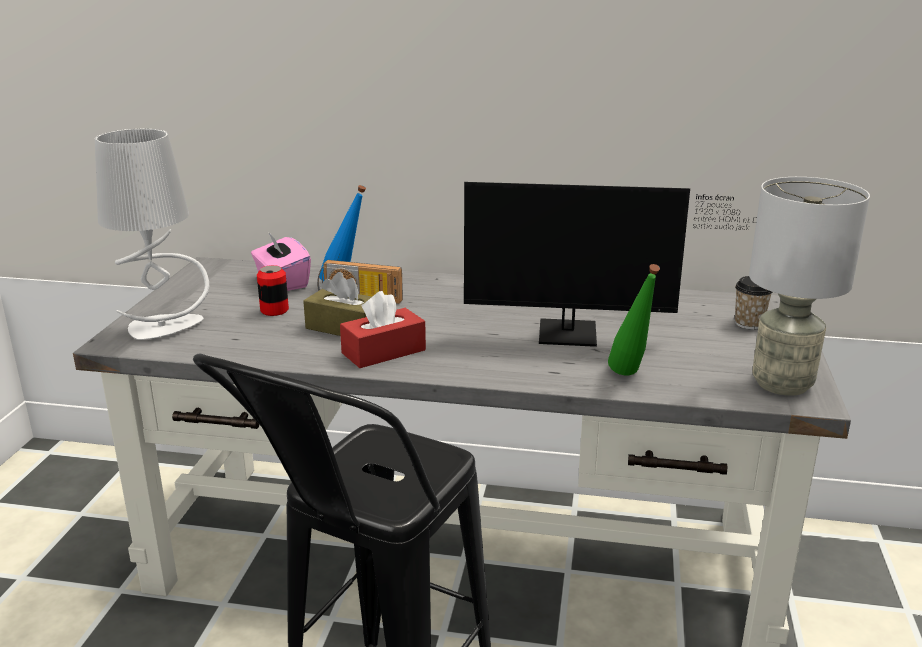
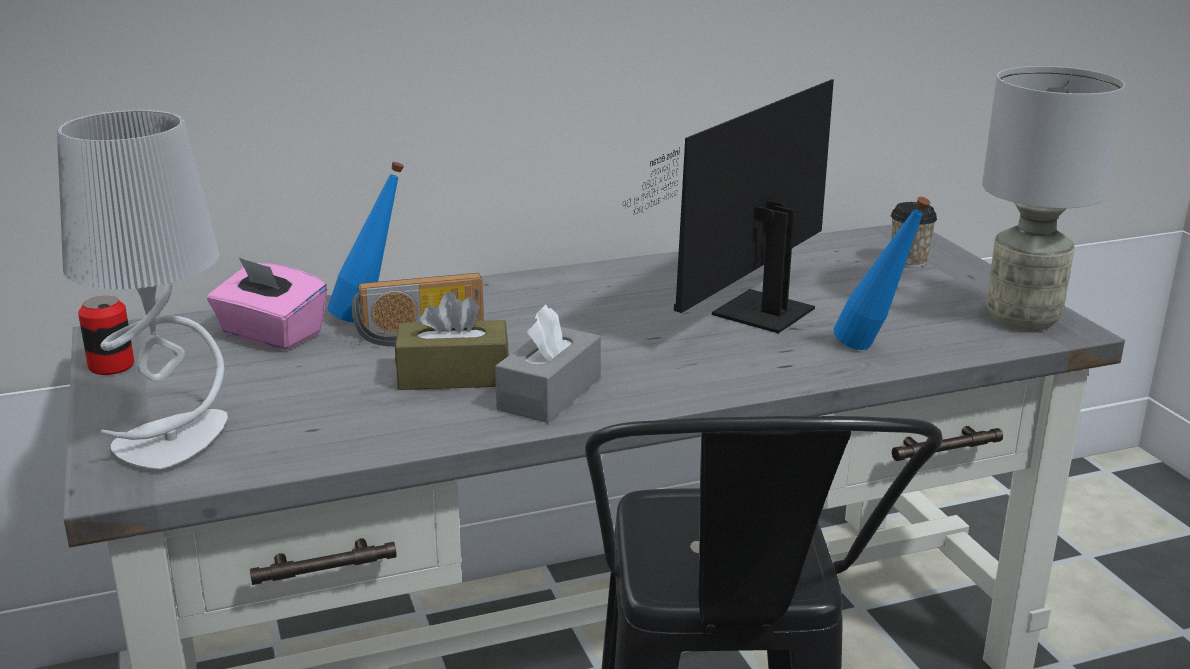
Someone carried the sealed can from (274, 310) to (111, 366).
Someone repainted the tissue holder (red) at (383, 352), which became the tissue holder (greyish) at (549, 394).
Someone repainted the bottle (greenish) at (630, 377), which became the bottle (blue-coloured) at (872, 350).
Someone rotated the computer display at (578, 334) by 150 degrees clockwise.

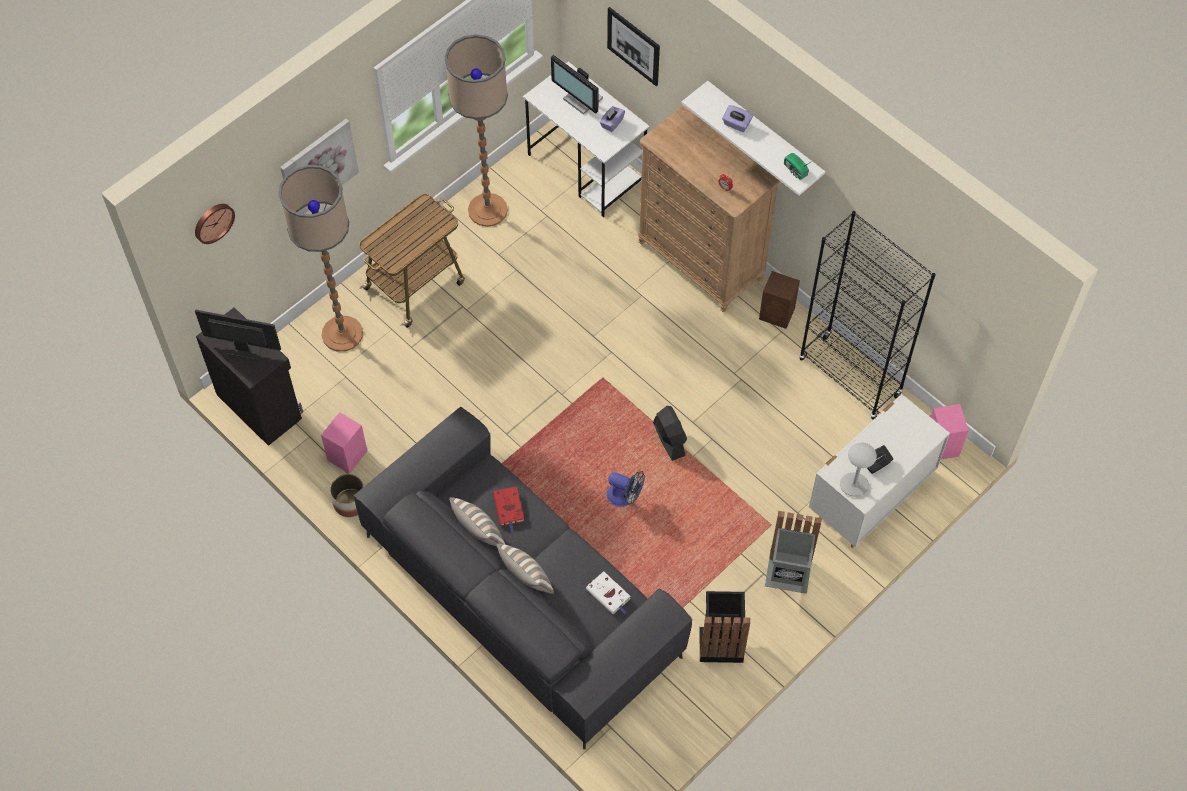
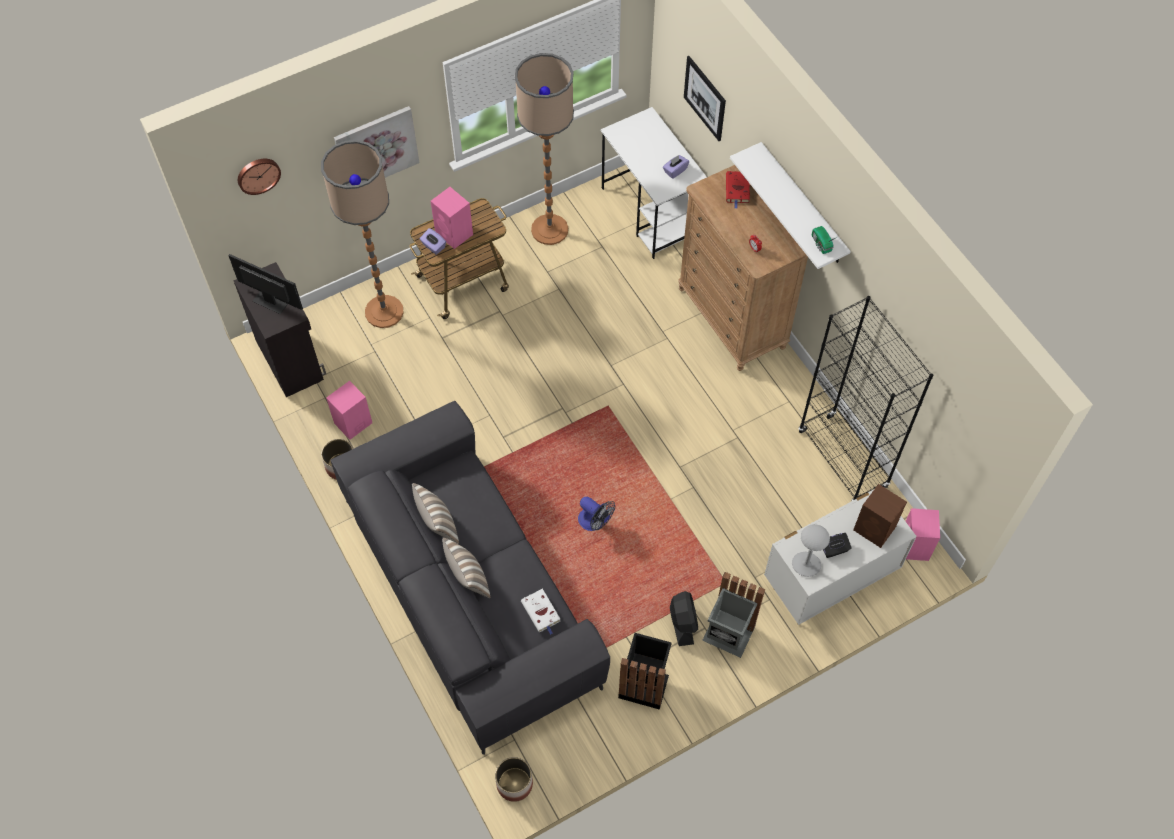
Someone took away the computer display at (582, 100).
Someone put down the loudspeaker (pinkish) at (454, 234).
Someone put down the plant pot at (514, 783).
Someone carried the book (red) from (509, 509) to (737, 190).
Someone carried the fan (blackish) from (669, 439) to (682, 623).
Someone carried the tissue holder (purple-coloured) from (736, 124) to (433, 246).
Someone carried the loudspeaker (brownish) from (777, 314) to (875, 529).

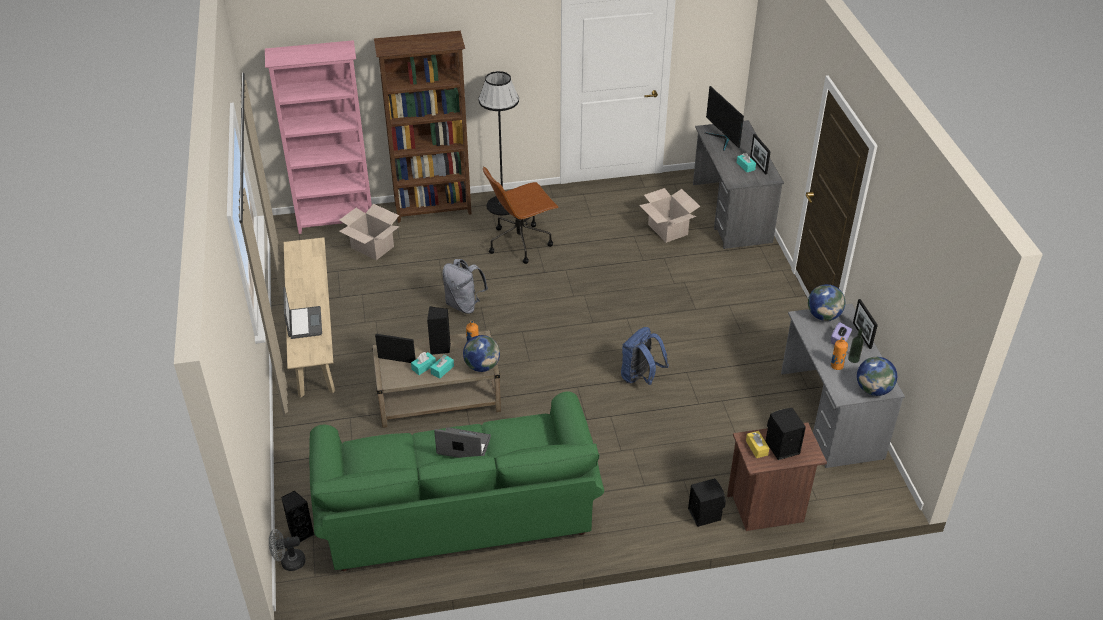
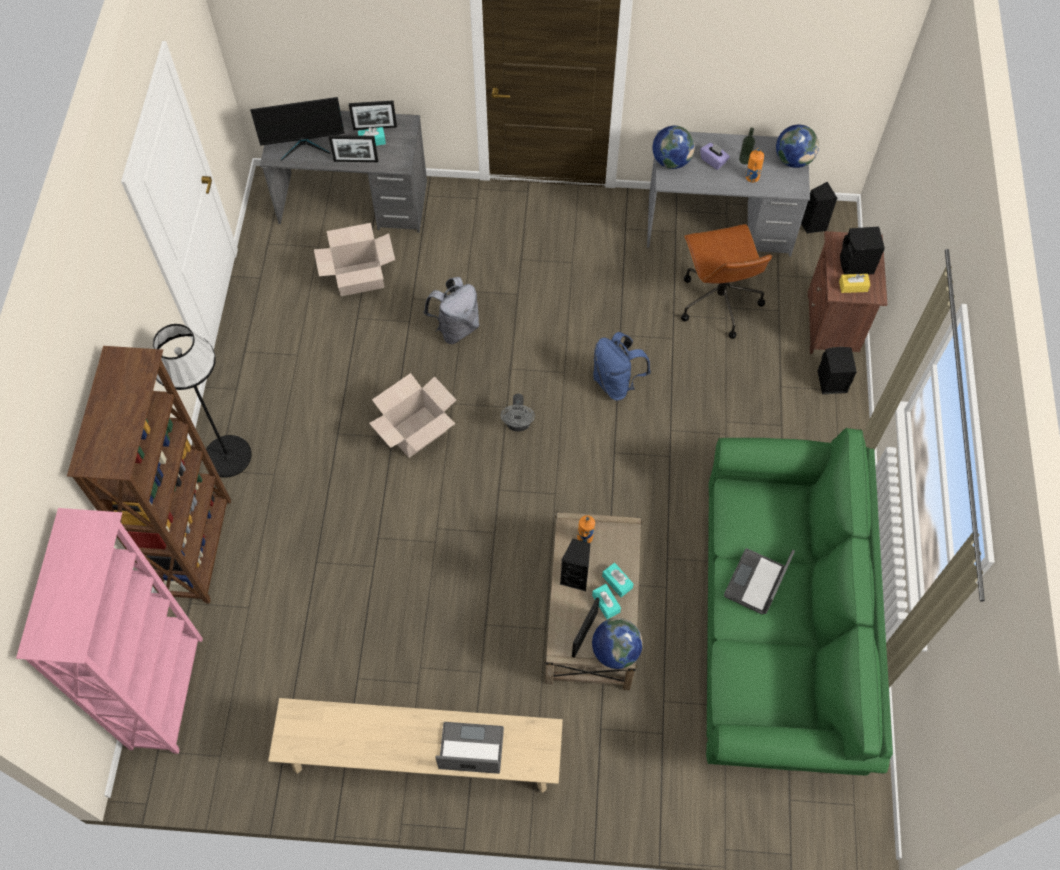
Someone carried the fan (greyish) from (289, 562) to (518, 425).
Someone carried the loudspeaker (blackish) from (300, 533) to (812, 225).
Someone carried the cardboard box from (372, 247) to (416, 431).
Someone carried the rucksack (greyish) from (464, 305) to (456, 328).
Someone carried the globe from (482, 366) to (615, 651).
Someone carried the office chair (brownish) from (520, 242) to (718, 301).
Someone carried the photo frame from (862, 335) to (356, 161).

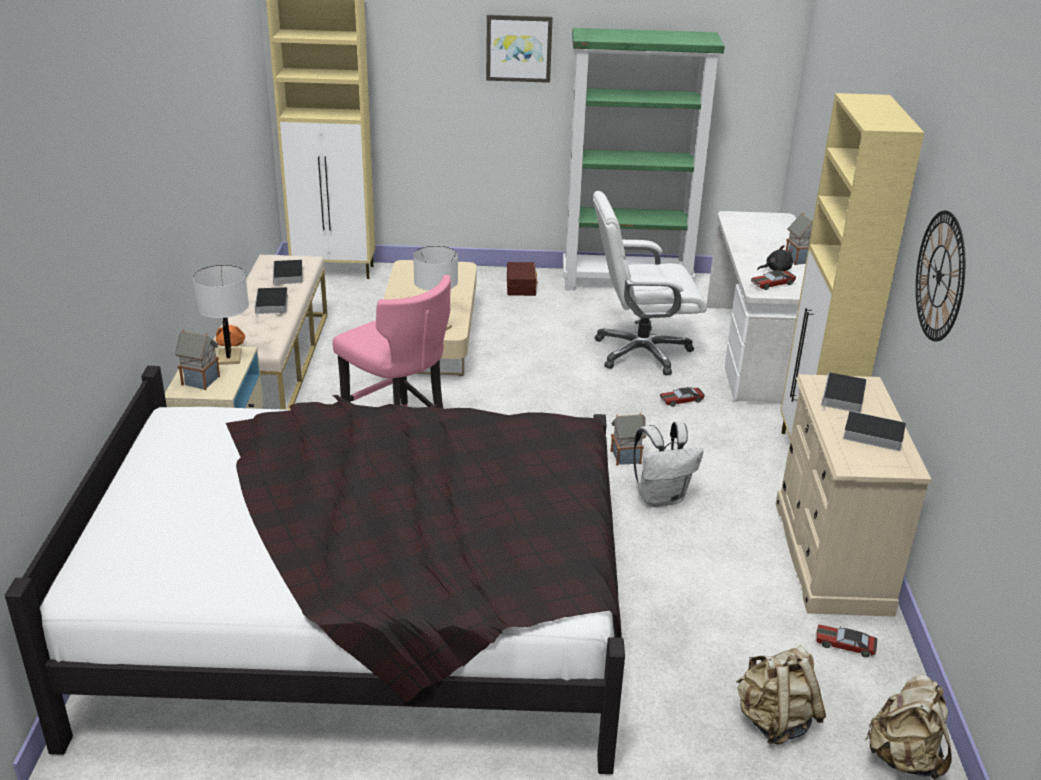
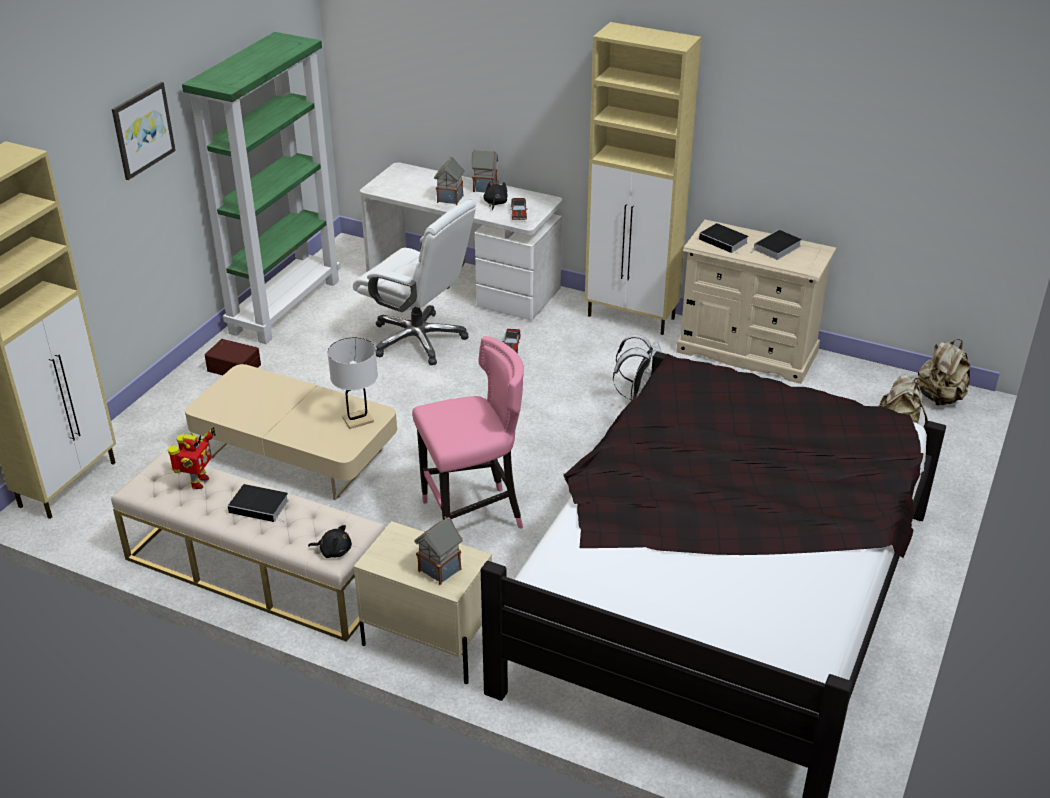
Someone took away the tabletop lamp (white-coloured) at (229, 357).
Someone took away the model car at (844, 645).
Someone took away the clock on the wall at (939, 276).
Someone carried the miniature house from (626, 457) to (450, 198).
Someone swapped the book at (288, 275) for the robot figure at (197, 482).
Someone repainted the soft toy (orange) at (231, 345), which became the soft toy (blackish) at (334, 551).
Someone rotated the office chair (white-coloured) at (640, 352) by 75 degrees counterclockwise.

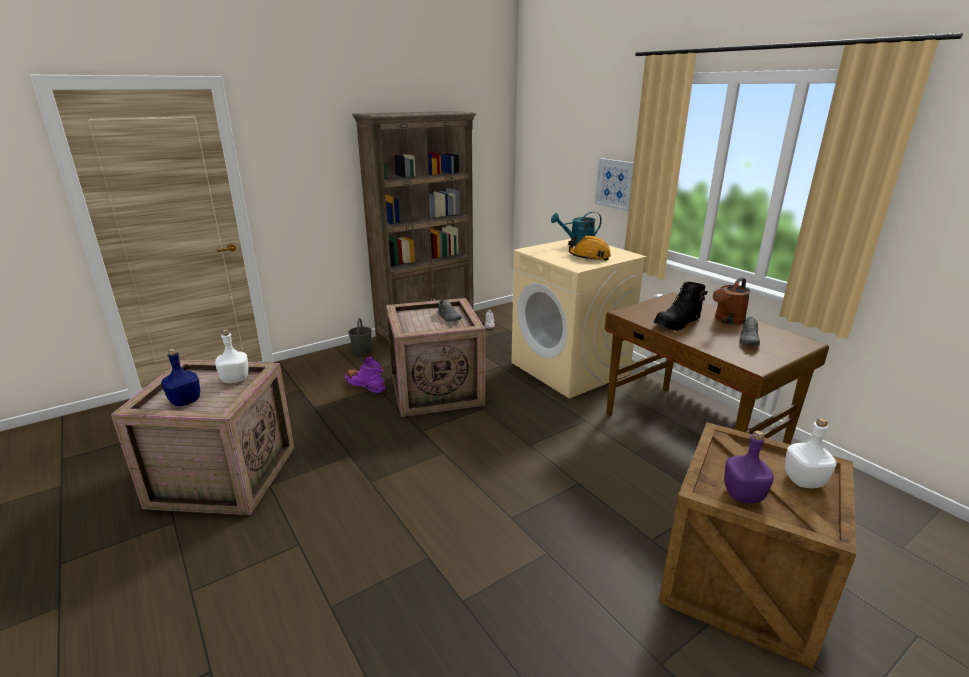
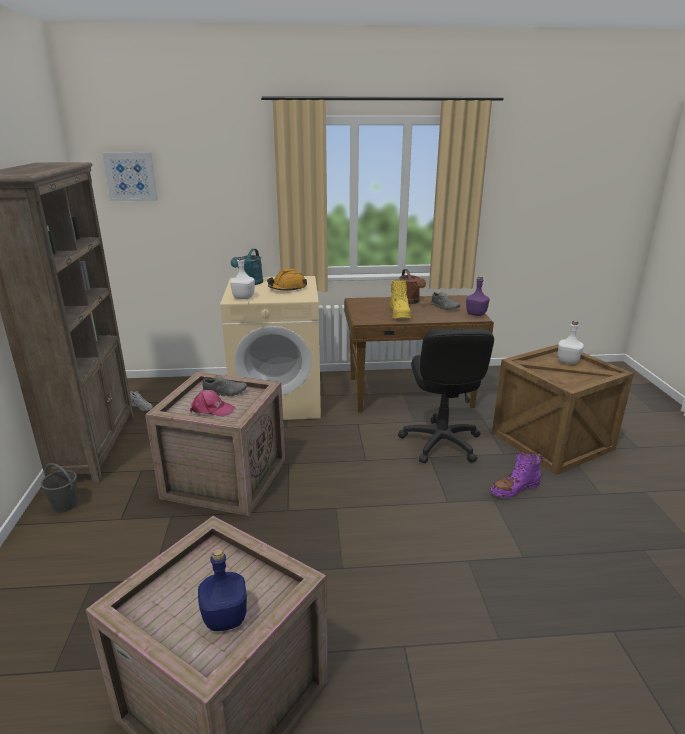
Someone put down the peaked cap (pinkish) at (212, 409).
Someone put down the office chair (blackish) at (440, 443).
Someone carried the bottle (white-coloured) from (236, 379) to (243, 297).
Someone carried the high-top boot (purple-coloured) from (365, 385) to (514, 489).
Someone carried the picture from (615, 184) to (131, 176).
Someone carried the bottle (purple-coloured) from (743, 495) to (476, 314).
Someone repainted the high-top boot (blackish) at (678, 324), which became the high-top boot (yellowish) at (400, 314).

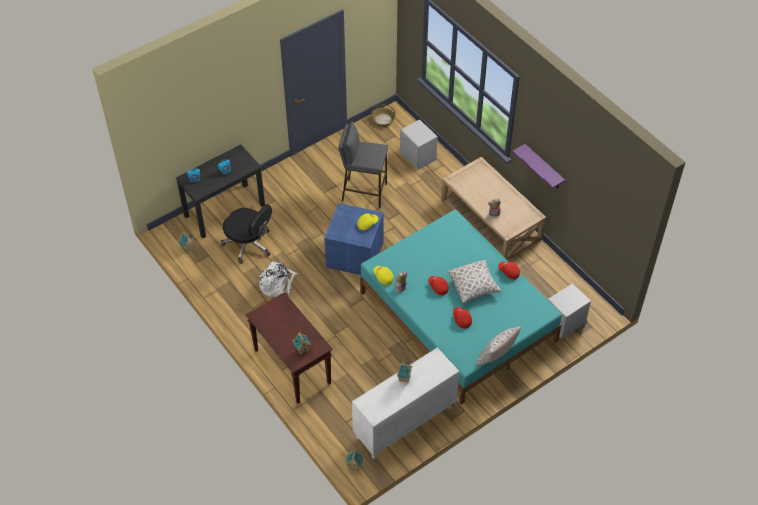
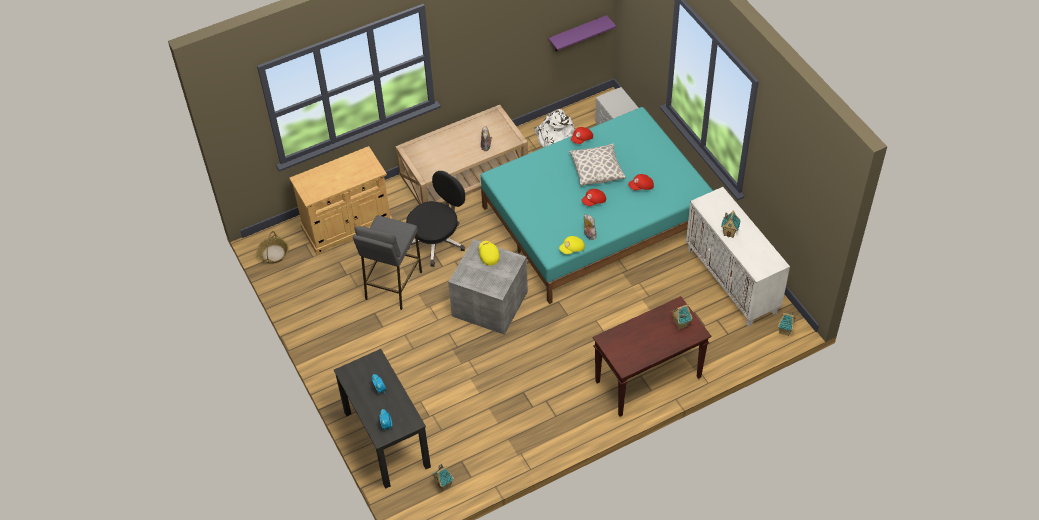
Someone took away the cushion at (496, 357).
Someone carried the office chair (blackish) from (249, 244) to (437, 241).
Someone carried the rucksack (white-coloured) from (277, 284) to (555, 139).
Someone carried the shelf (purple-coloured) from (543, 168) to (577, 34).
Someone swapped the bedside table (greyish) at (418, 156) for the storage cabinet (sand-coloured) at (347, 226).
Someone repainted the storage box (blue-coloured) at (353, 255), which became the storage box (greyish) at (490, 305).

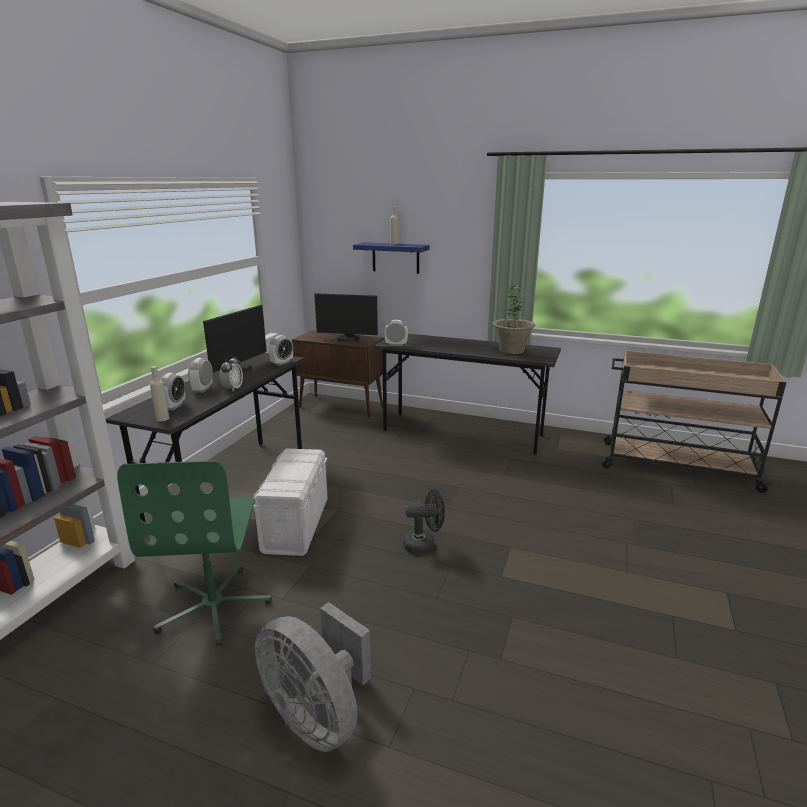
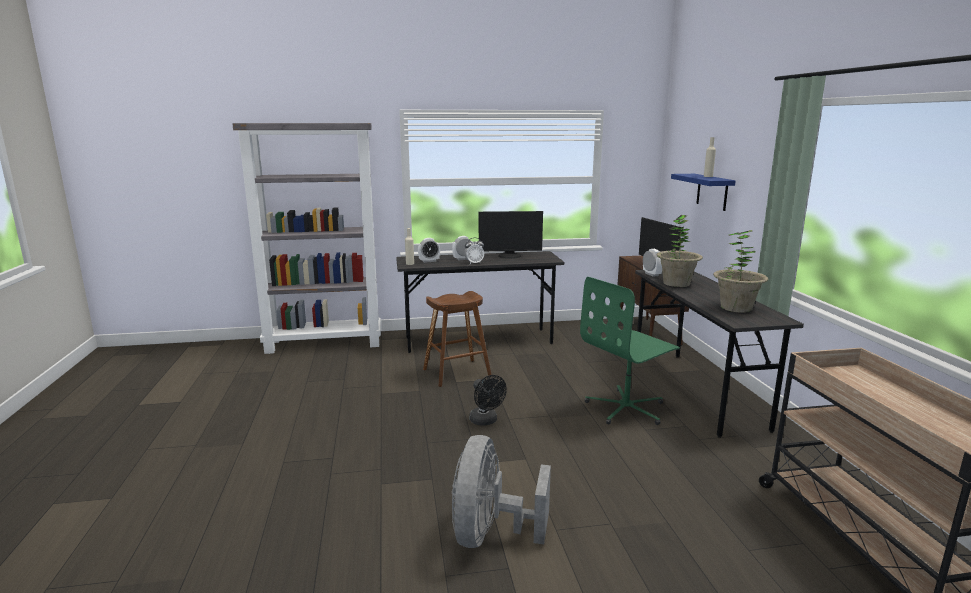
Someone took away the table clock at (282, 363).
Someone put down the plant in a pot at (676, 283).
Someone carried the office chair (greenish) from (214, 606) to (626, 408).
Someone carried the fan (greyish) from (317, 716) to (490, 534).
Someone swapped the storage box (white-coloured) at (295, 526) for the sitting stool (brownish) at (457, 373).

